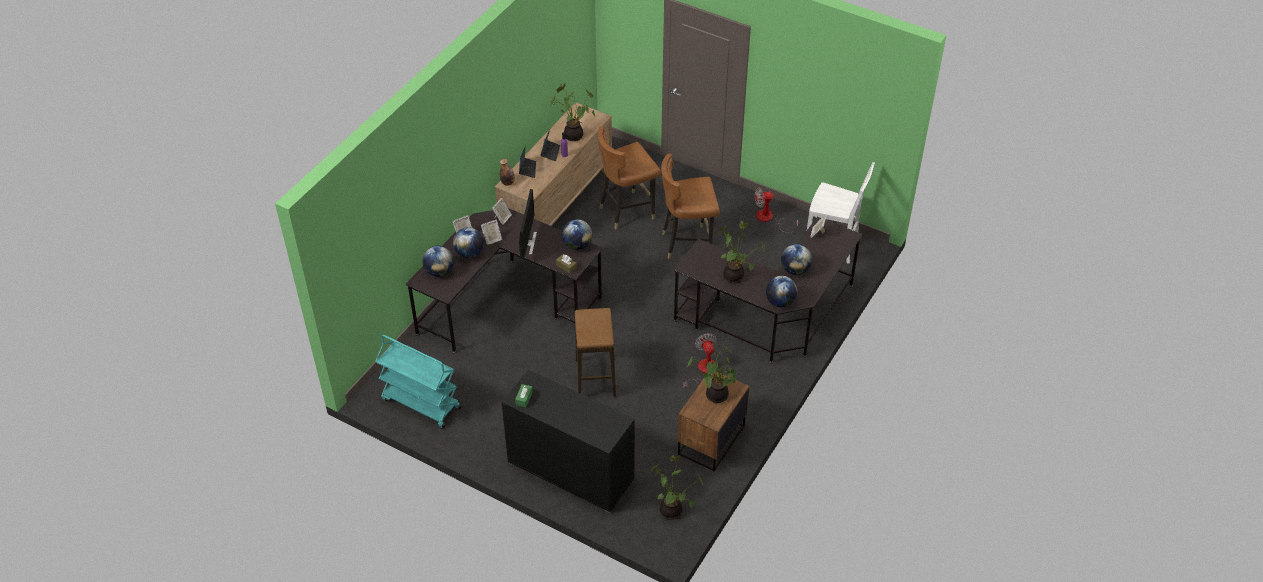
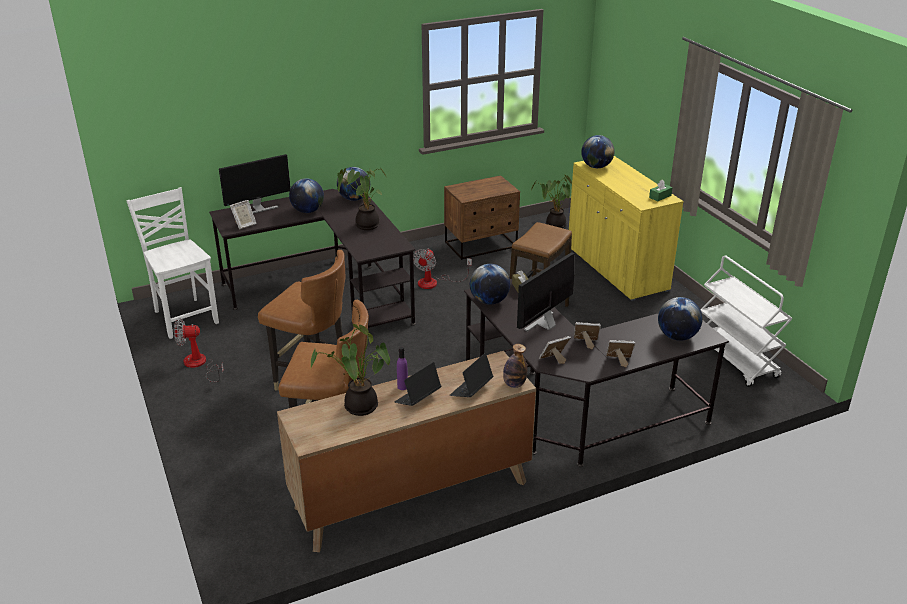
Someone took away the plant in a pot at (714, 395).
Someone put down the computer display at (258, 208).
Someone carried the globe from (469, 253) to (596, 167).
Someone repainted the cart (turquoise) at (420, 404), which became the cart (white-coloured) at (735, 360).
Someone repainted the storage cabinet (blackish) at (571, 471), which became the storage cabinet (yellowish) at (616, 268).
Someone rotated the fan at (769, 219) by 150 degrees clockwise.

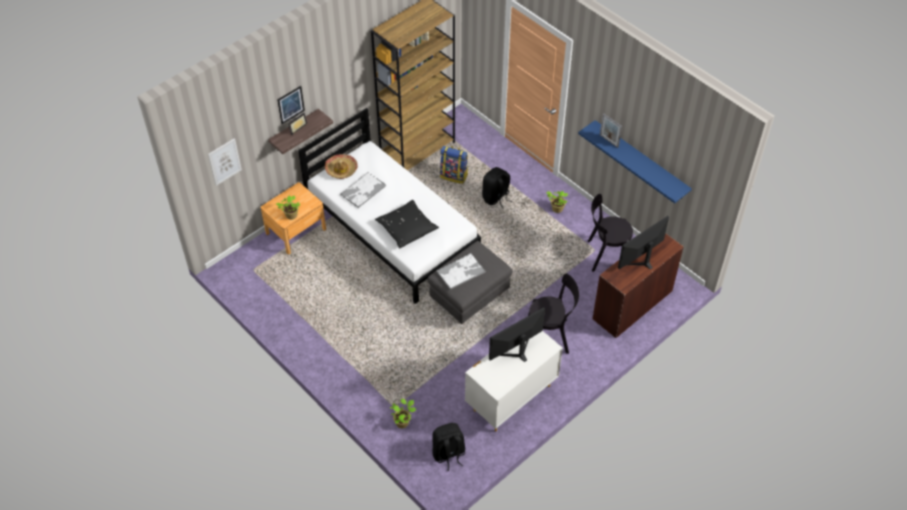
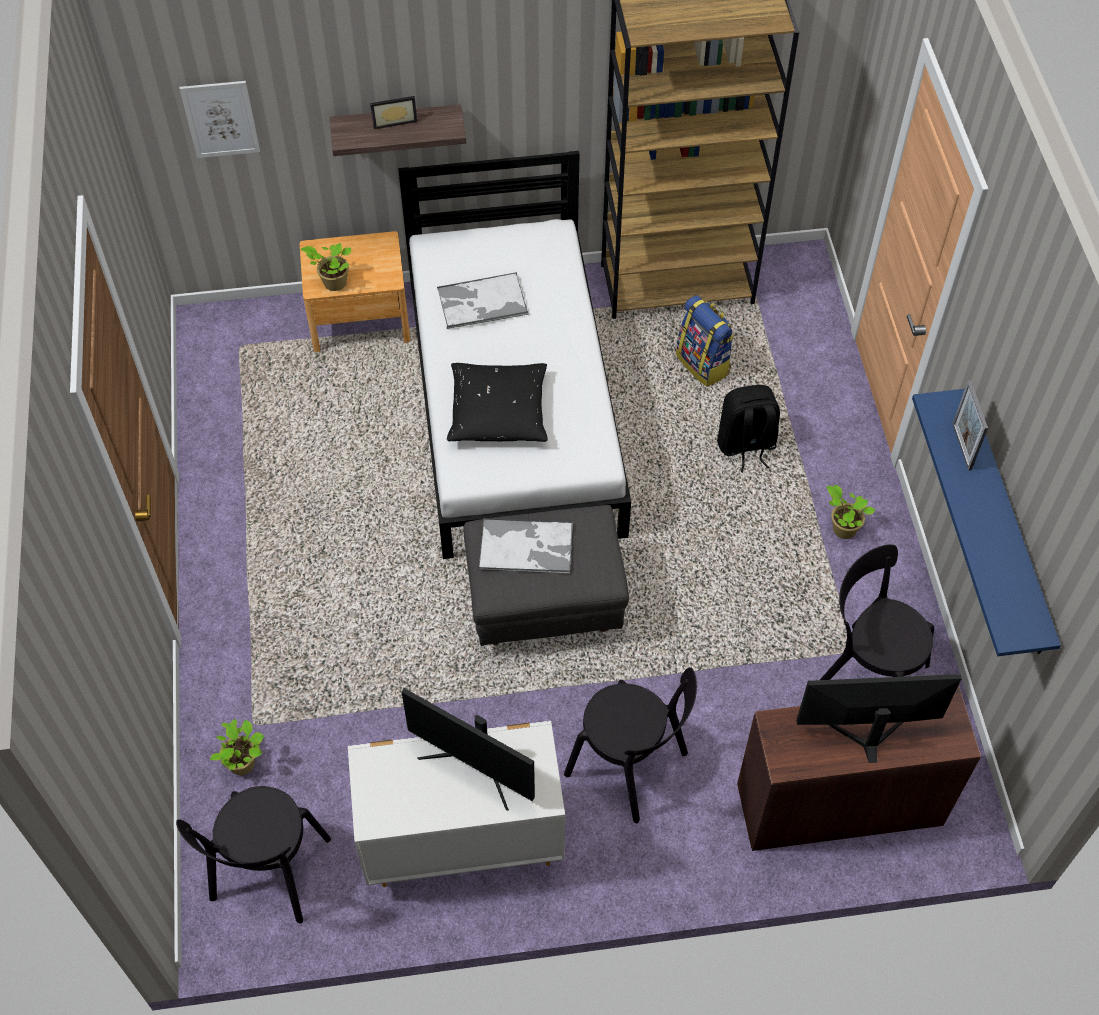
Someone took away the picture at (290, 104).
Someone took away the hat at (341, 169).
Someone swapped the rucksack (blackish) at (448, 454) for the upright chair (blackish) at (268, 874).
Someone rotated the computer display at (517, 351) by 150 degrees counterclockwise.

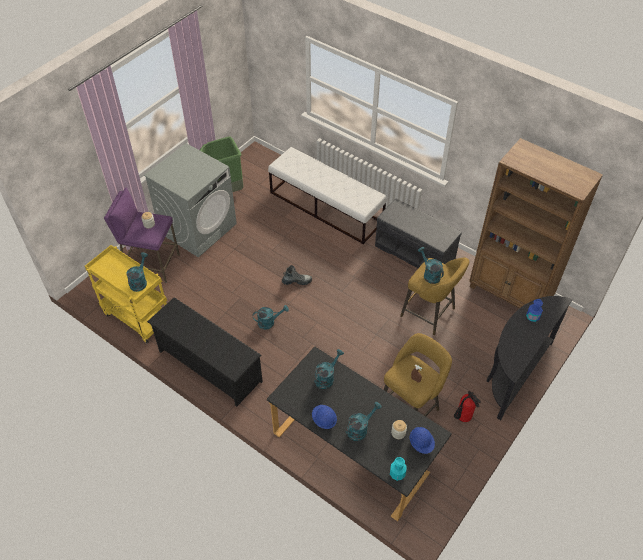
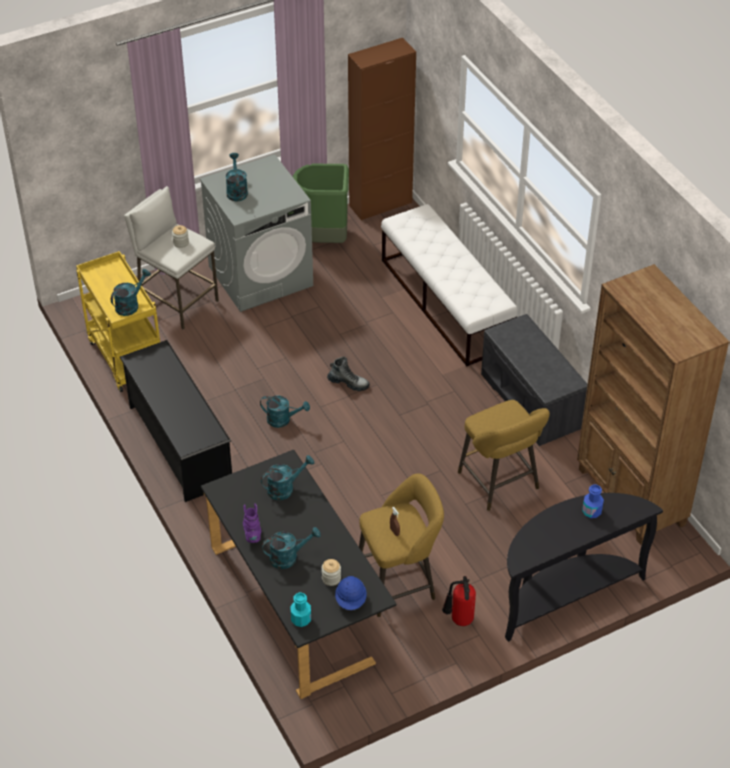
Someone put down the storage cabinet (brownish) at (380, 204).
Someone carried the sprinkling can (turquoise) from (429, 274) to (236, 191).
Someone swapped the work helmet (blue-coloured) at (324, 420) for the high-top boot (purple-coloured) at (252, 532).
Someone repainted the sitting stool (purple-coloured) at (151, 264), which became the sitting stool (white-coloured) at (177, 301).

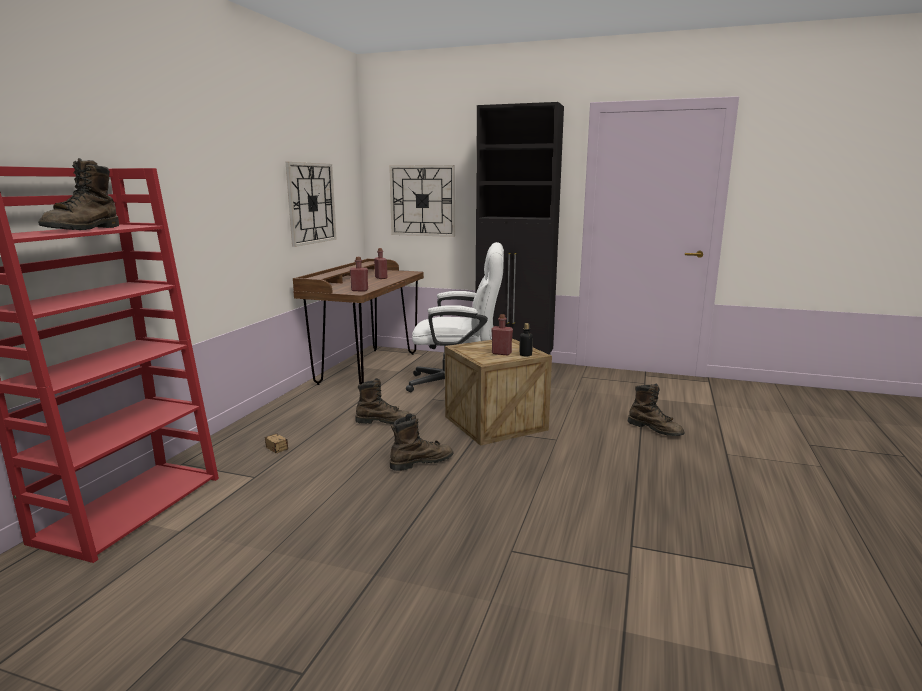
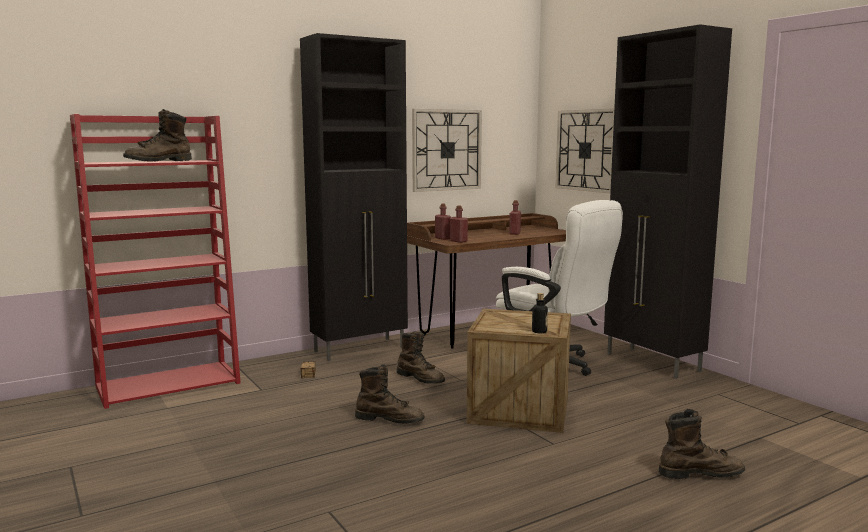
Someone put down the storage cabinet (blackish) at (361, 349).
Someone carried the bottle (red) from (501, 353) to (443, 238).
Someone rotated the high-top boot (brownish) at (655, 429) by 90 degrees counterclockwise.

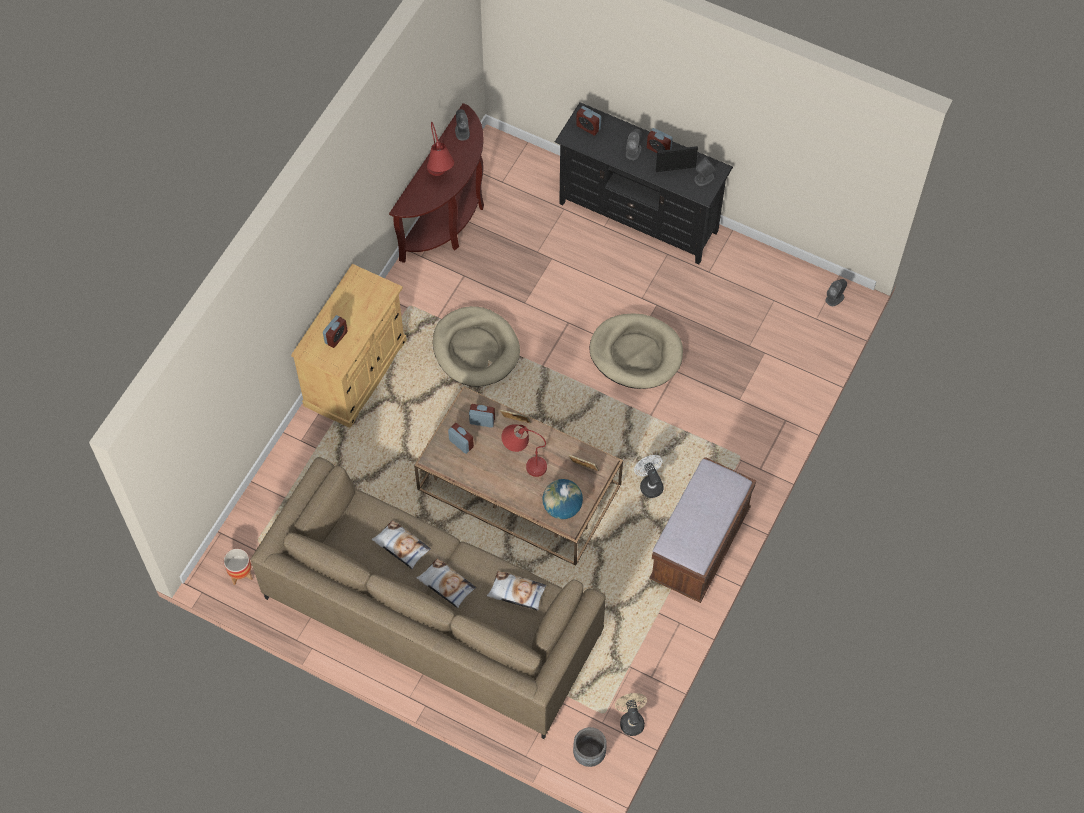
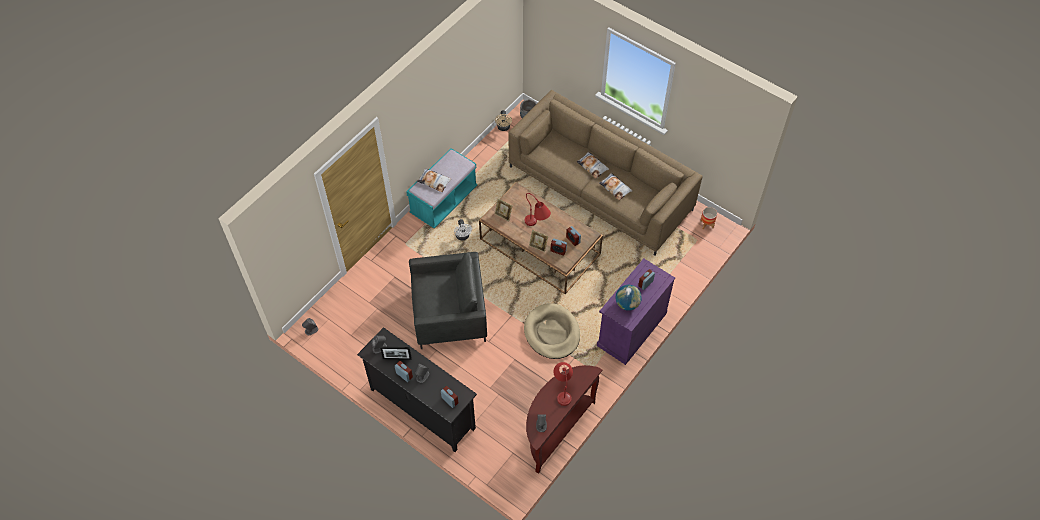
Someone carried the cushion from (516, 593) to (434, 181).
Someone carried the globe from (562, 507) to (627, 304).
Someone swapped the dog bed (sand-coloured) at (636, 353) for the lounge chair (greyish) at (450, 314).
Someone repainted the storage cabinet (sand-coloured) at (356, 373), which became the storage cabinet (purple-coloured) at (631, 329).
Someone repainted the indoor bench (brownish) at (699, 545), which became the indoor bench (turquoise) at (443, 201).

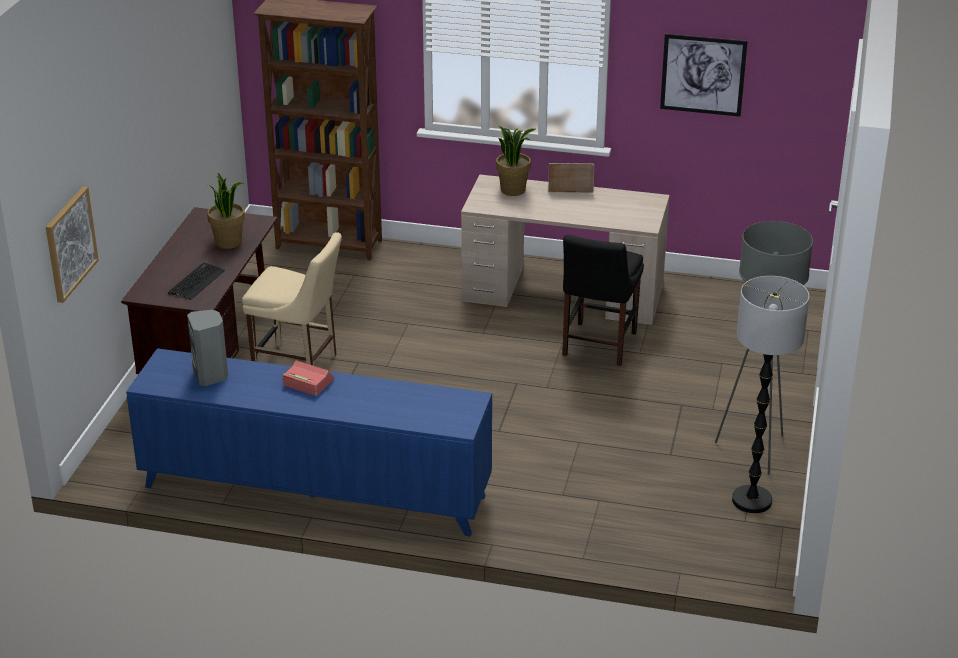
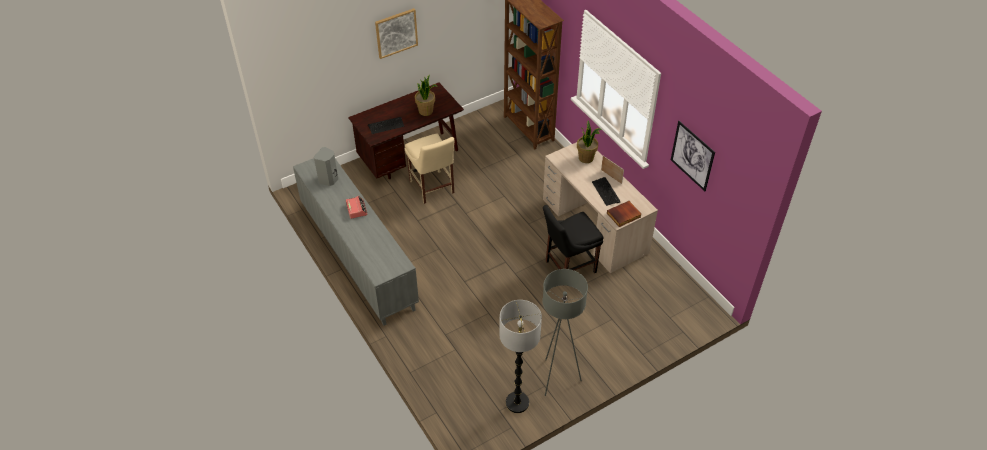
Someone put down the computer keyboard at (606, 192).
Someone put down the book at (624, 215).
Someone carried the picture from (70, 243) to (396, 33).
Someone repainted the storage cabinet (blue-coloured) at (315, 492), which became the storage cabinet (greyish) at (358, 258).

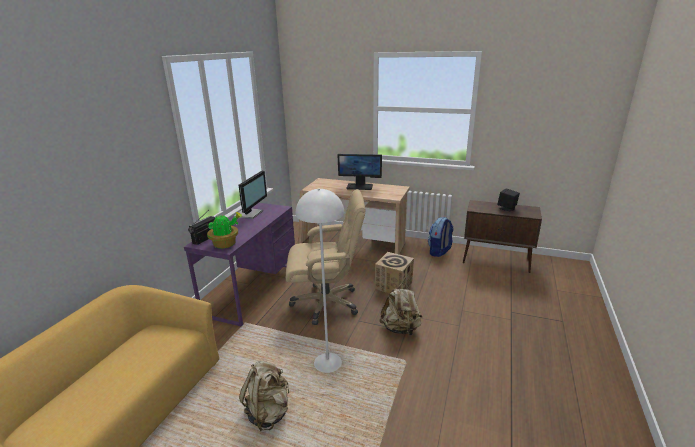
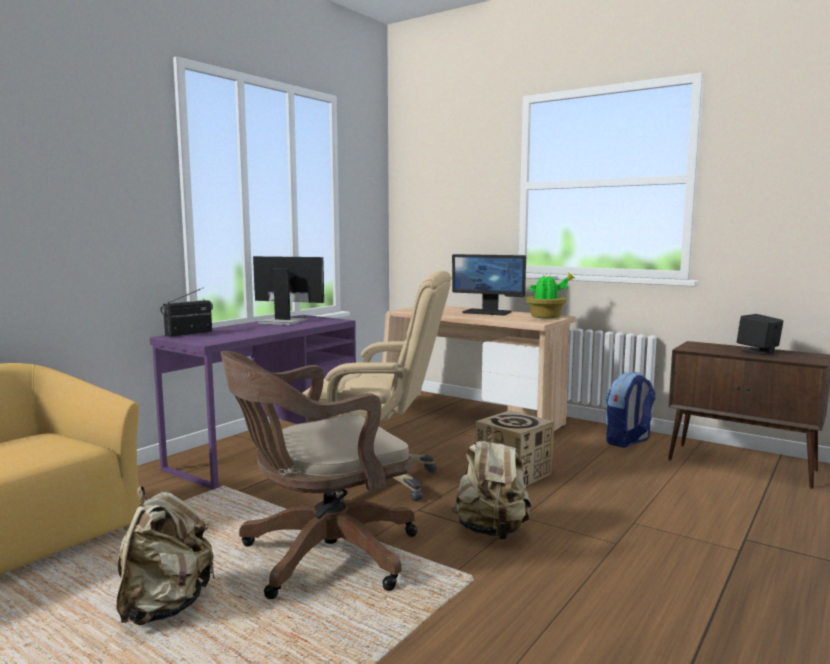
Someone carried the plant in a pot from (226, 244) to (547, 317).
Someone swapped the standard lamp (white-coloured) at (327, 363) for the office chair (brownish) at (321, 556).
Someone rotated the computer display at (250, 213) by 105 degrees counterclockwise.

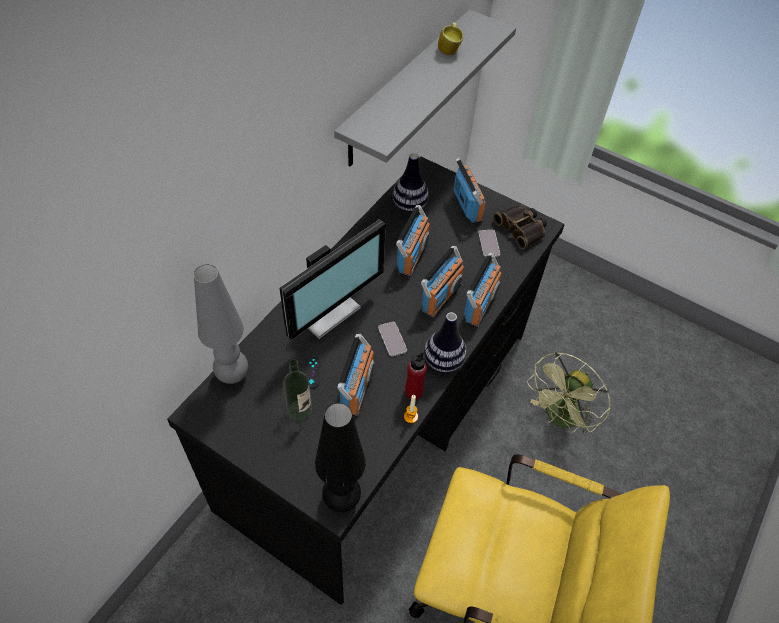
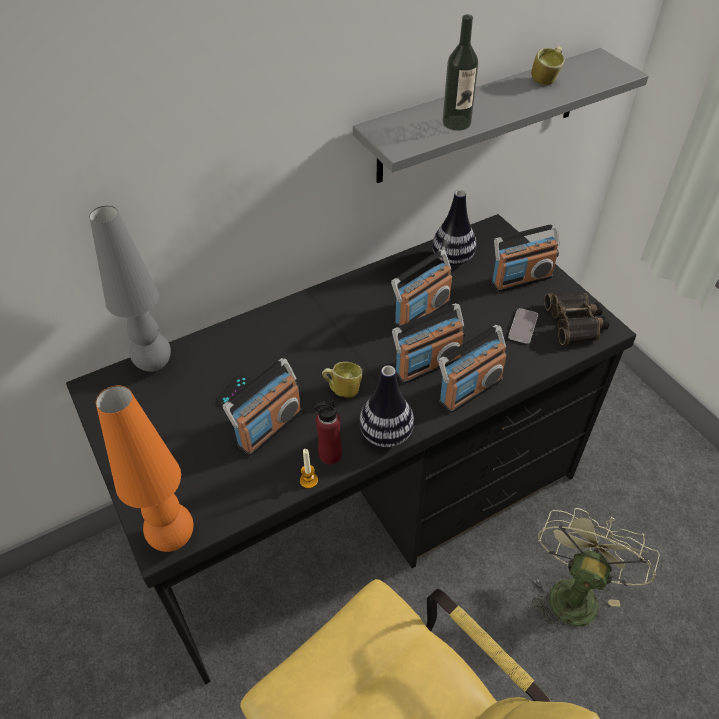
Someone took away the computer display at (324, 308).
Someone carried the bottle from (299, 410) to (456, 123).
Someone swapped the phone at (392, 339) for the mug at (343, 389).
Someone repainted the tabletop lamp (blackish) at (342, 500), which became the tabletop lamp (orange) at (173, 538).
Someone rotated the radio at (467, 206) by 60 degrees clockwise.
Someone rotated the fan (greenish) at (559, 418) by 135 degrees clockwise.

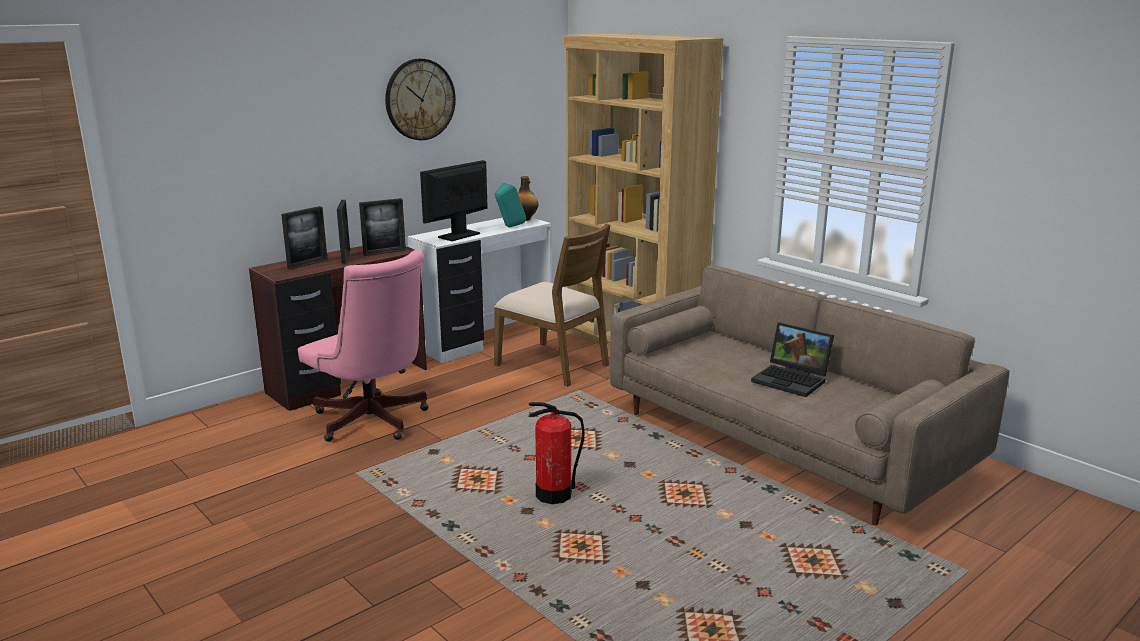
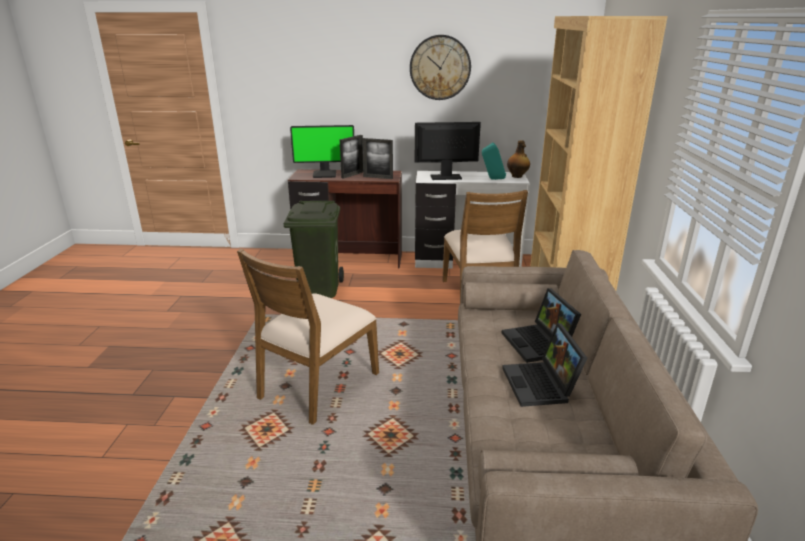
Someone put down the portable computer at (539, 344).
Someone swapped the photo frame at (307, 264) for the computer display at (325, 174).
Someone swapped the office chair (pinkish) at (373, 422) for the trash can (greenish) at (318, 289).
Someone swapped the extinguisher at (554, 496) for the upright chair (brownish) at (317, 385).

